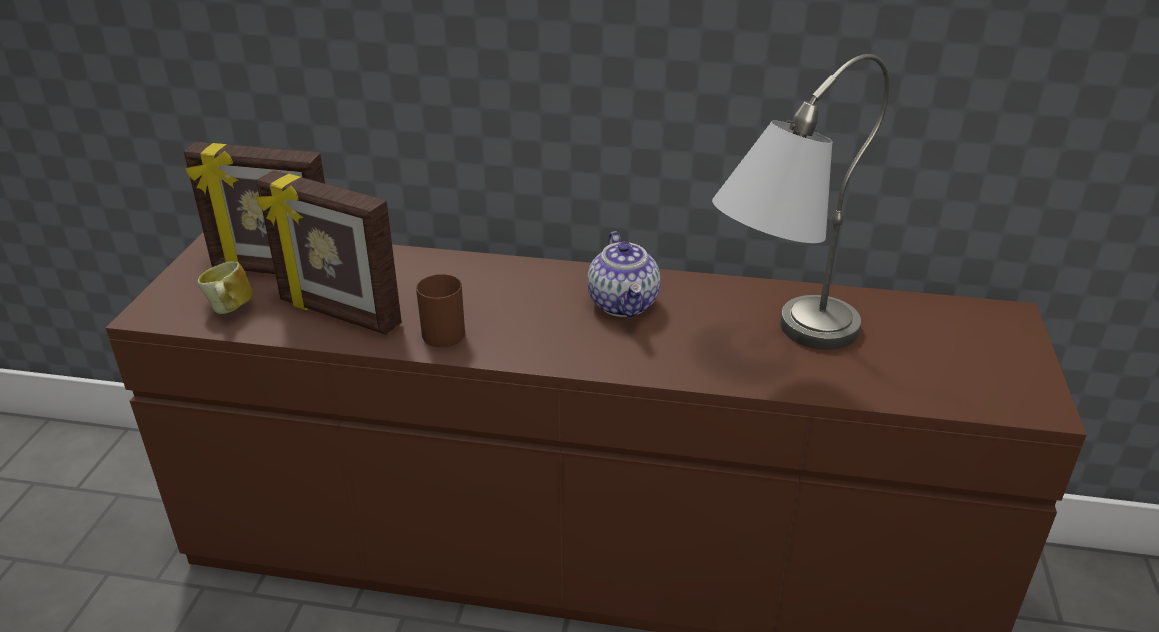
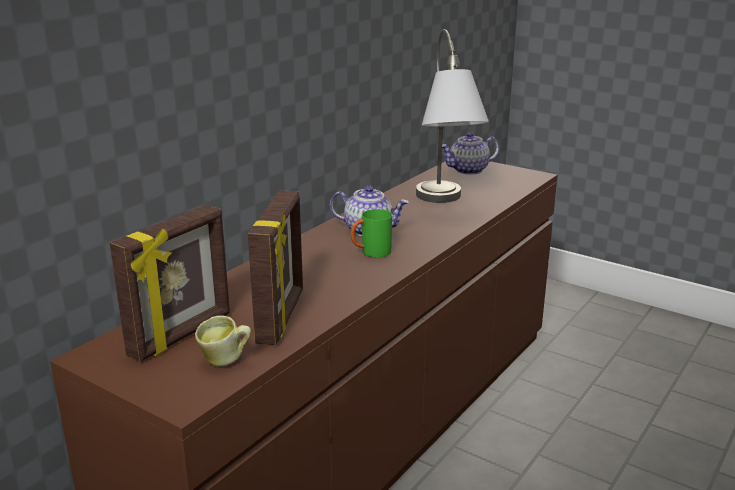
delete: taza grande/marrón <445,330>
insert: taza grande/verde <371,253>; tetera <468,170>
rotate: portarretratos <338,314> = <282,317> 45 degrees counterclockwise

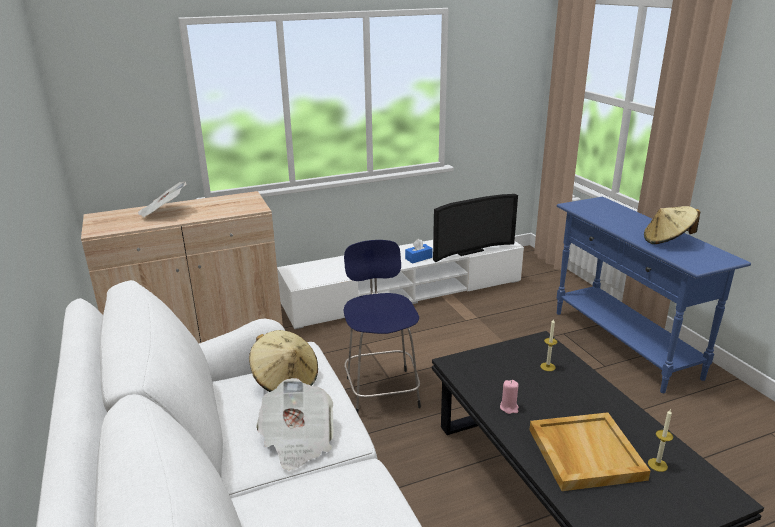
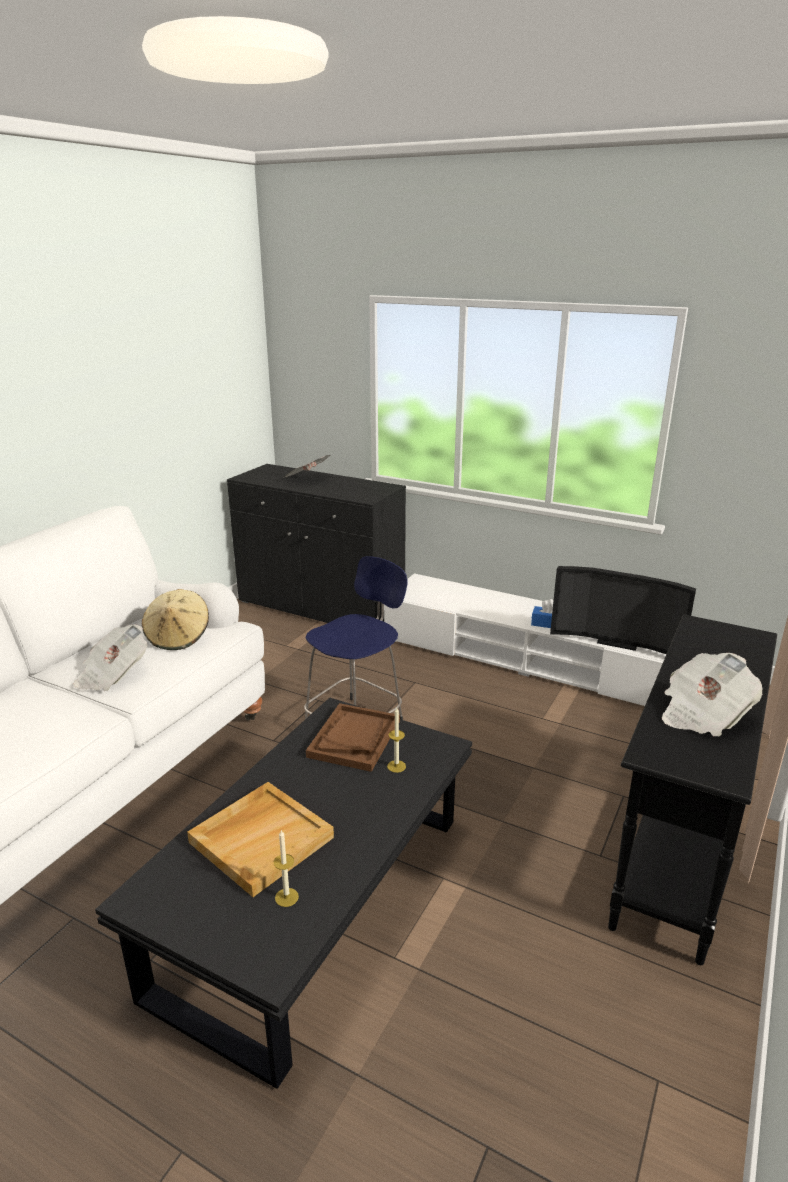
delete: vela/rosa <509,408>
insert: bandeja/marrón <354,738>
replace: sombrero/beis <667,240> to periódico <702,714>
recolor: armario/beis <198,335> to armario/negro <320,607>; mesa consola/azul <624,344> to mesa consola/negro <676,855>

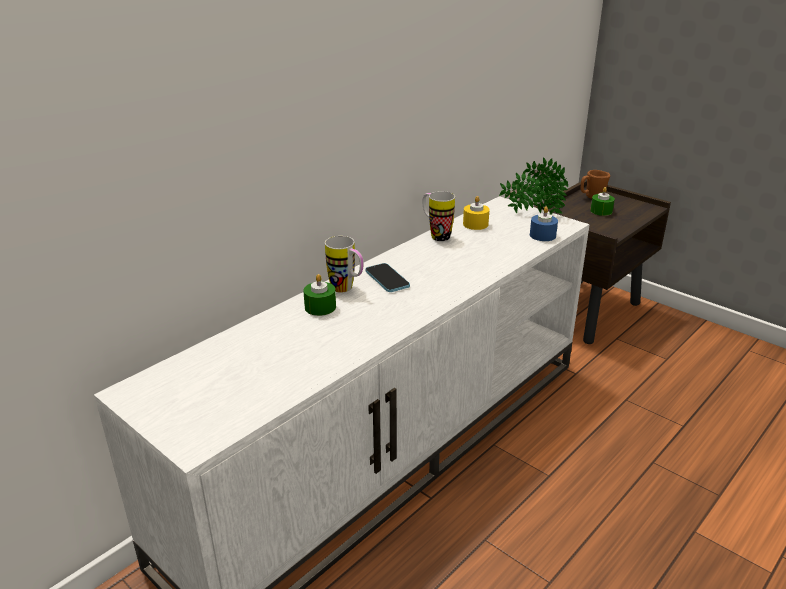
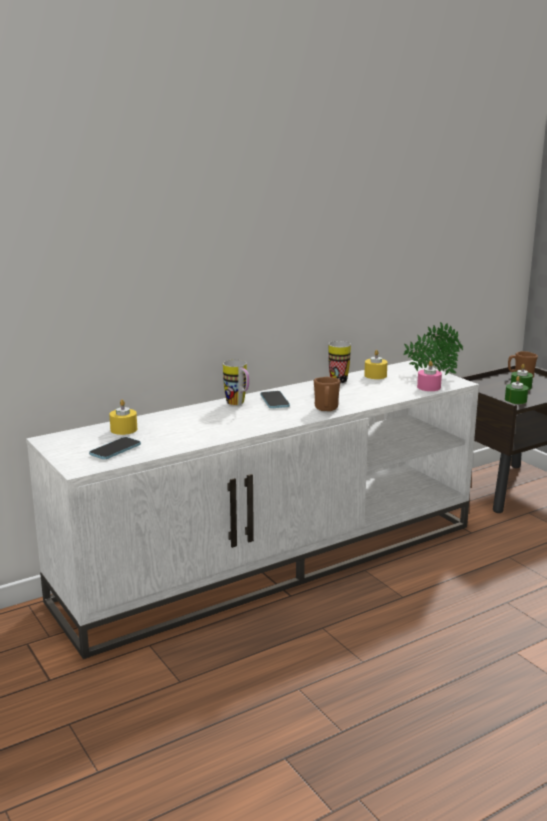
insert: móvil <115,450>; vela/amarillo <124,429>; taza grande/marrón <326,409>
move: vela/verde <320,307> to <515,400>
recolor: vela/azul <542,235> to vela/rosa <429,387>

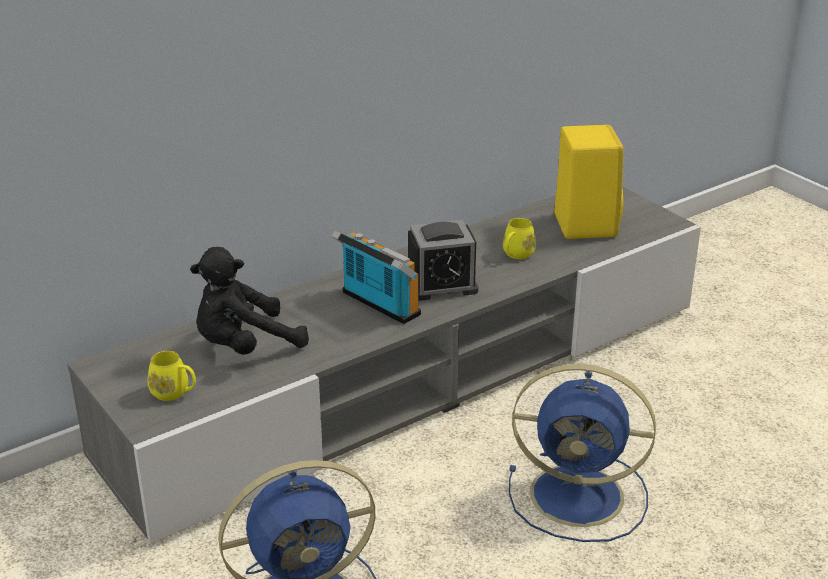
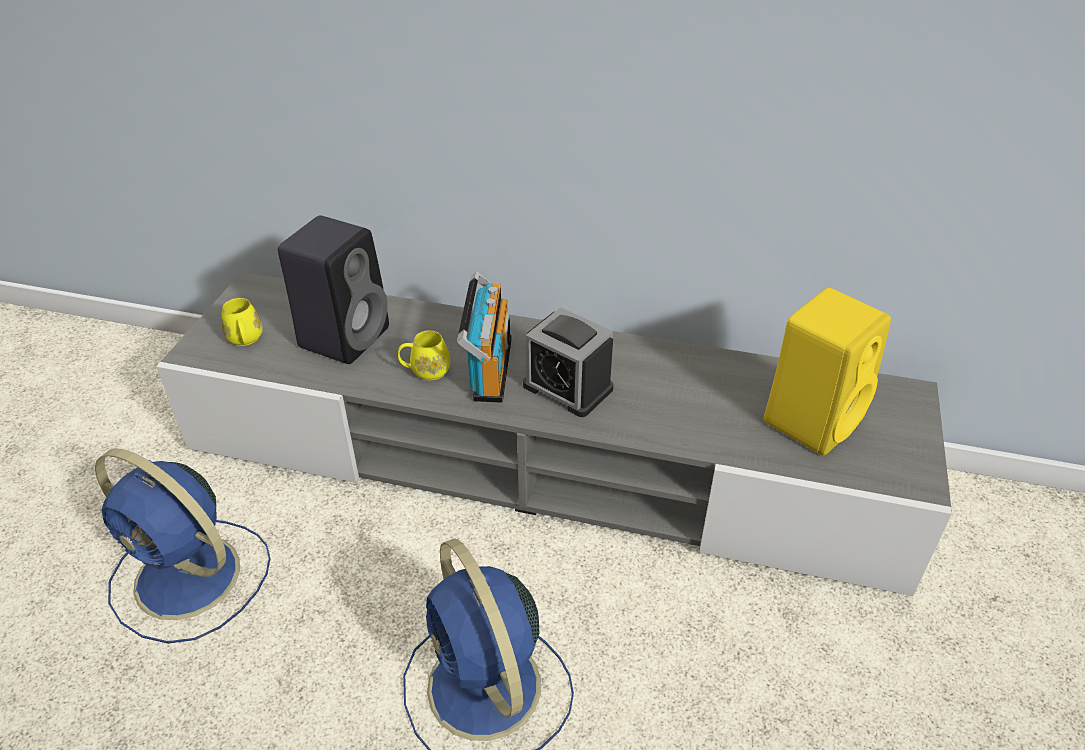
move: taza grande/amarillo <516,255> to <425,371>
replace: peluche/negro <245,346> to altavoz/negro <345,335>

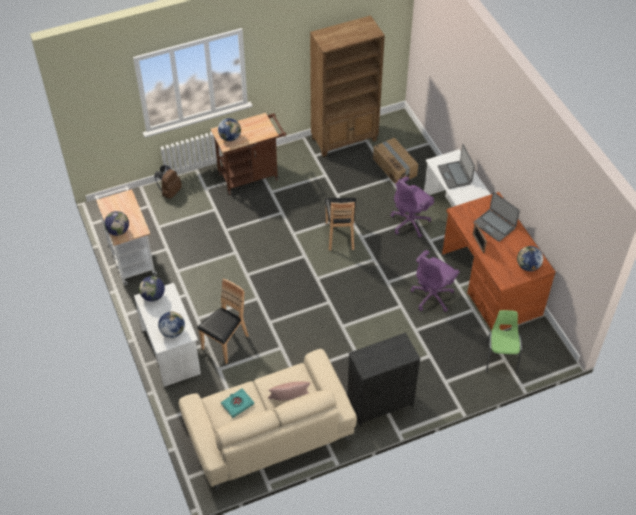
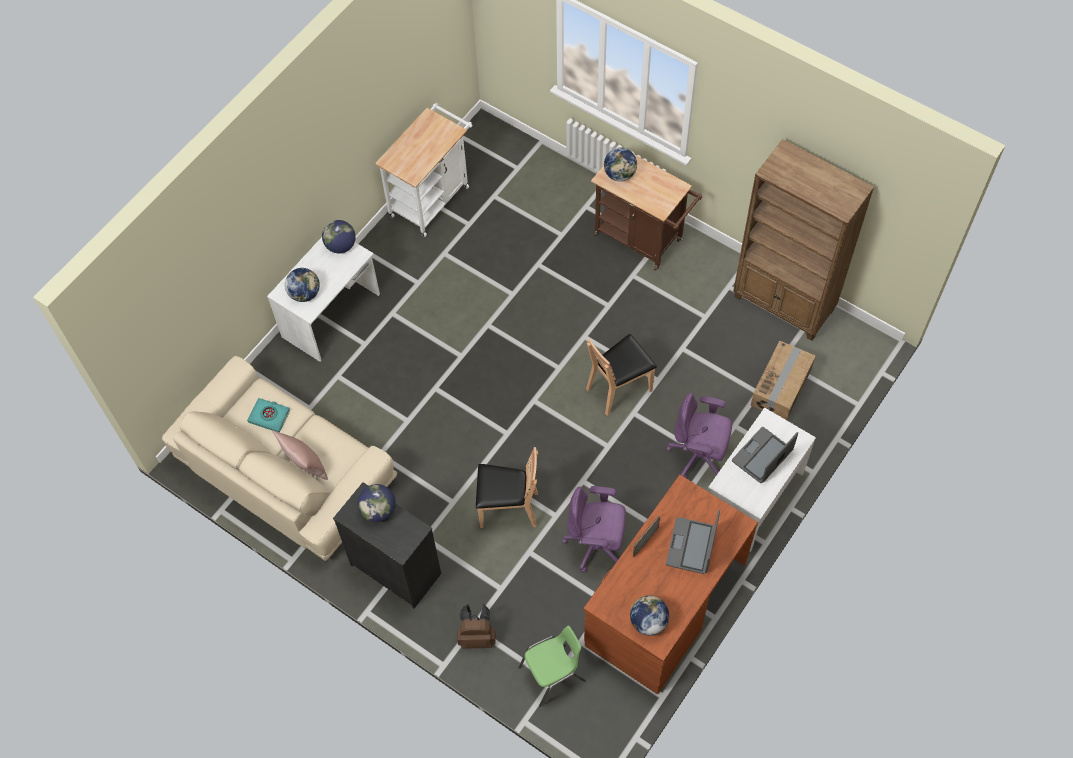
move: globo terráqueo <118,231> to <378,510>; mochila/marrón <170,192> to <477,636>; silla/marrón <225,343> to <508,508>

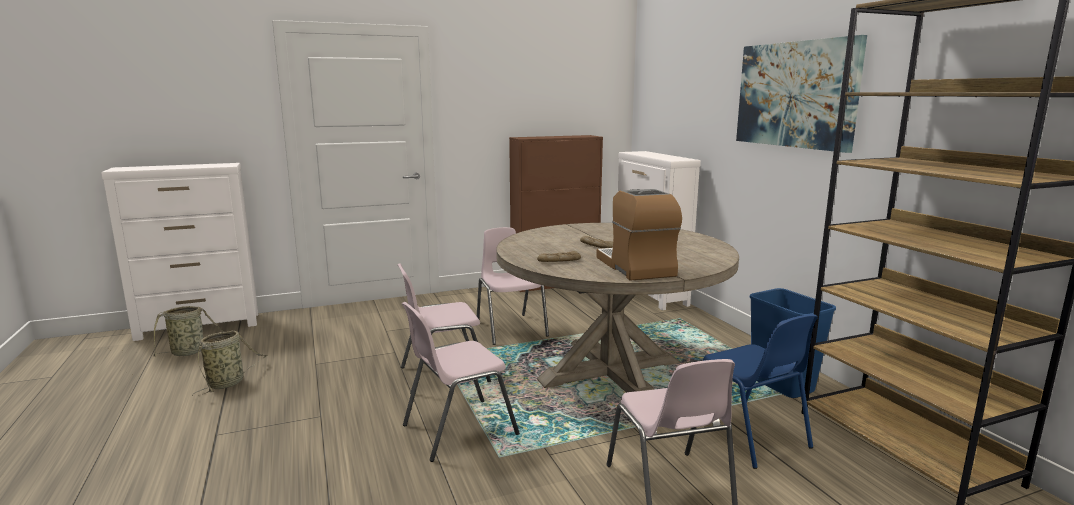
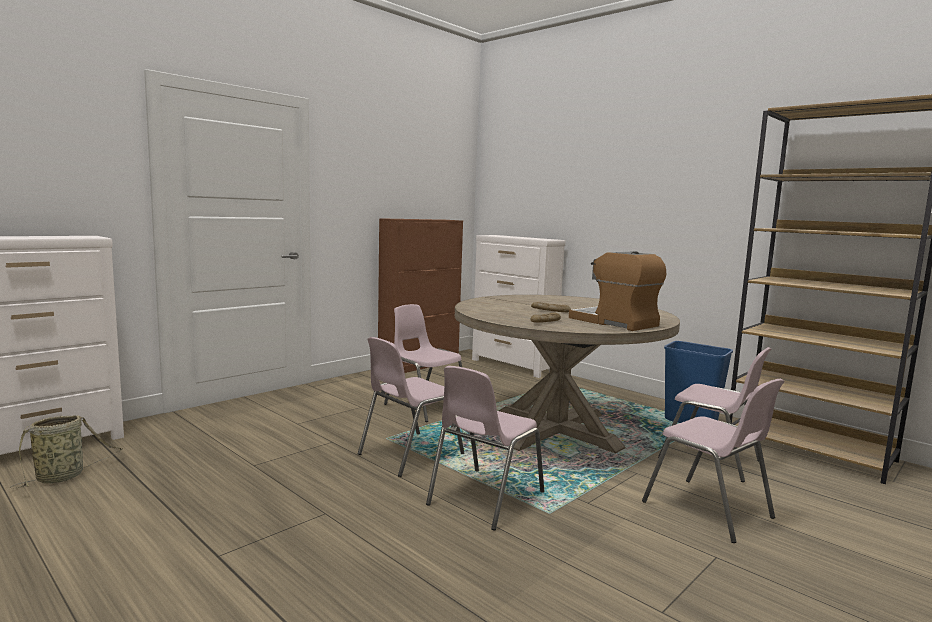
delete: cesta <228,383>; cuadro <795,94>
recolor: silla/azul <748,435> to silla/rosa <711,460>

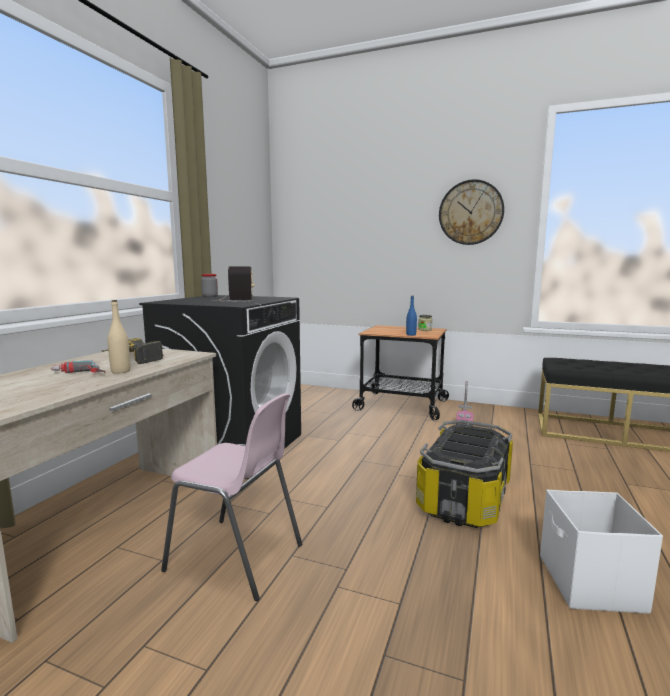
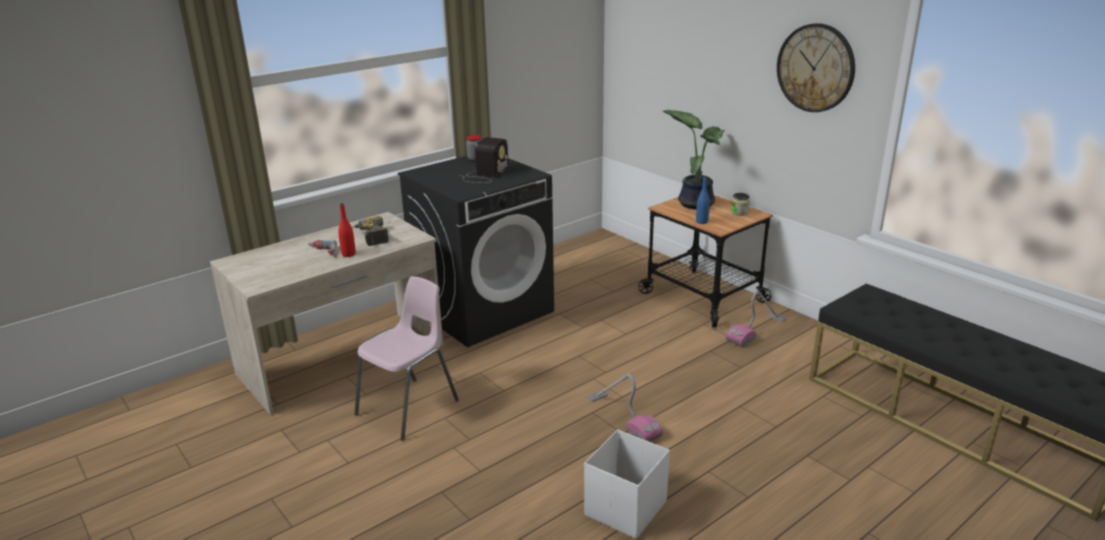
insert: planta en maceta <695,203>
replace: caja de almacenaje <464,498> to aspiradora <623,418>
recolor: botella/beis <120,371> to botella/rojo <348,254>
rotate: silla/rosa <236,558> = <409,408> 105 degrees counterclockwise

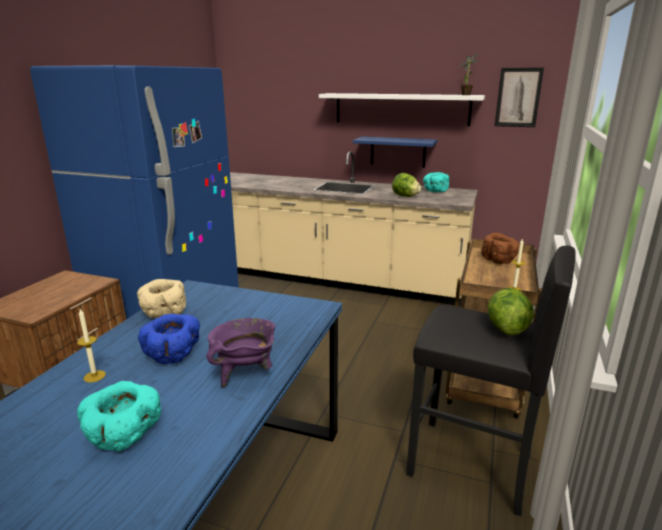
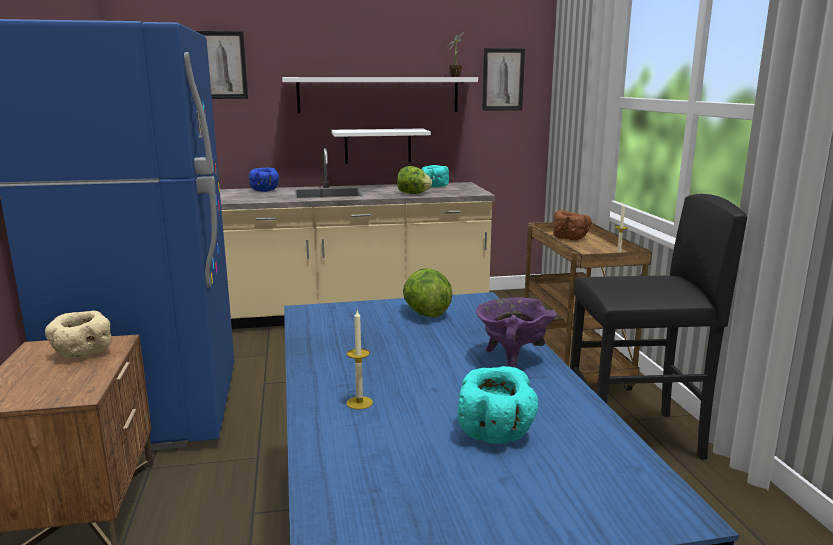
insert: cuadro <222,65>
move: cuenco/beis <164,314> to <82,354>; cuenco/azul <173,356> to <265,190>; lechuga <505,328> to <425,314>
recolor: estante/azul <398,152> to estante/blanco <378,146>

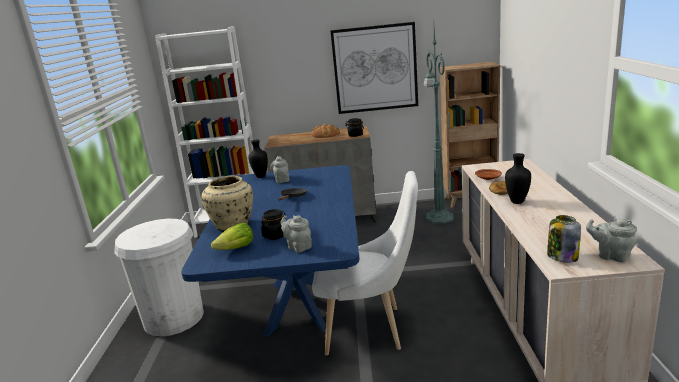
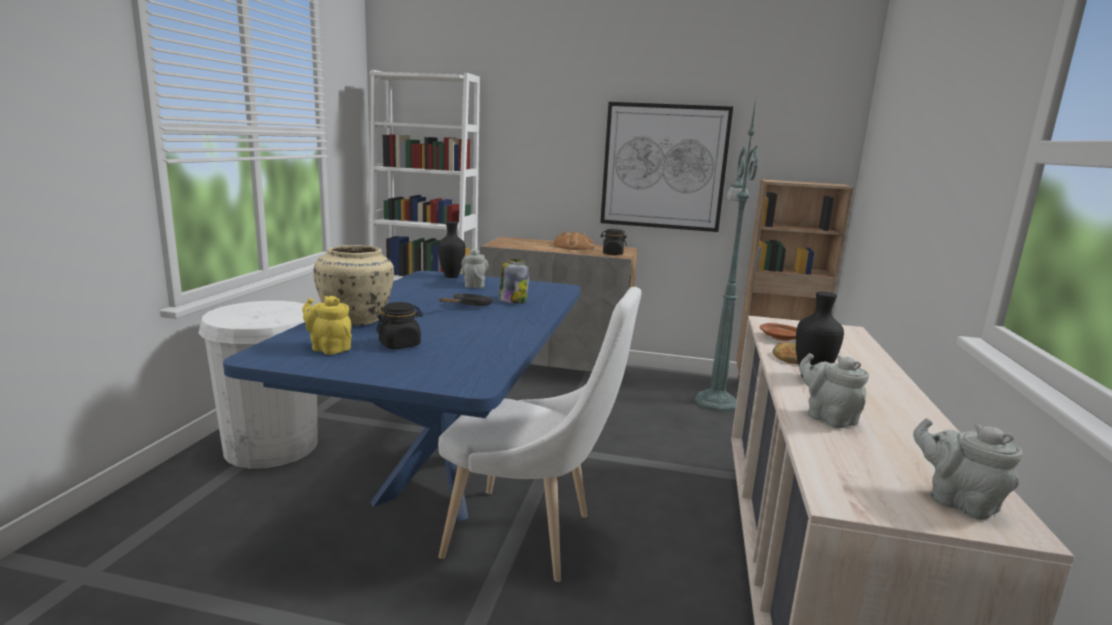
move: tetera/gris <298,247> to <828,417>; tarro <562,256> to <513,301>
replace: lechuga <236,249> to tetera/amarillo <328,348>

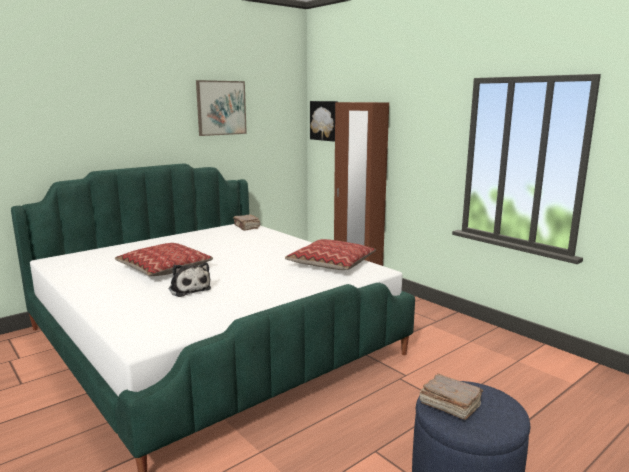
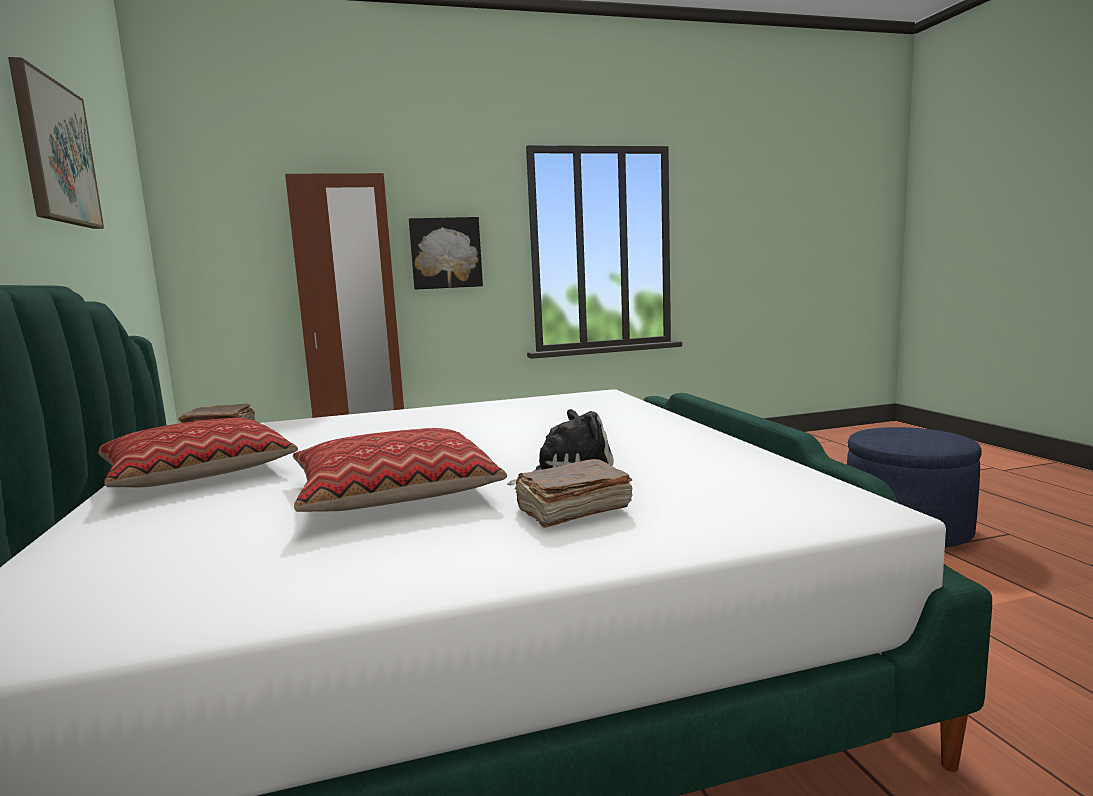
move: cojín <331,263> to <196,473>; cuadro <324,120> to <445,253>; libro/marrón <449,405> to <572,510>

